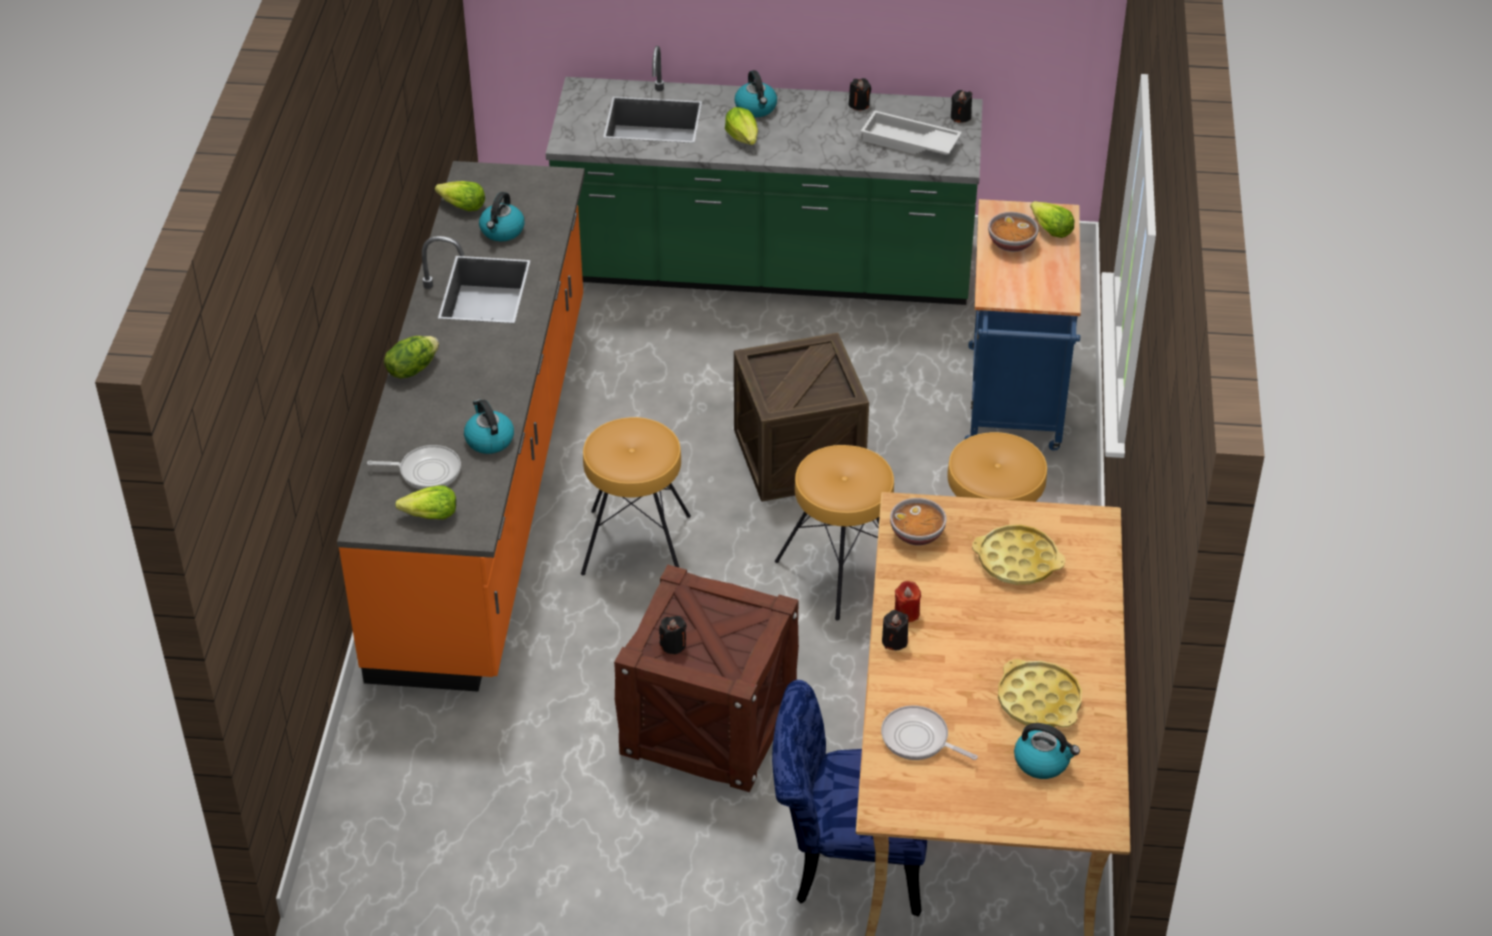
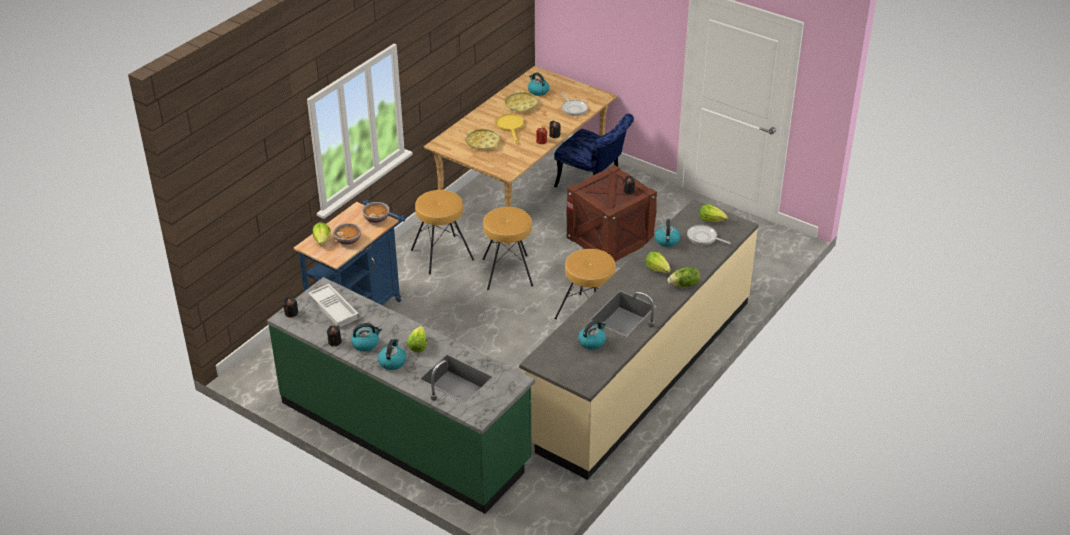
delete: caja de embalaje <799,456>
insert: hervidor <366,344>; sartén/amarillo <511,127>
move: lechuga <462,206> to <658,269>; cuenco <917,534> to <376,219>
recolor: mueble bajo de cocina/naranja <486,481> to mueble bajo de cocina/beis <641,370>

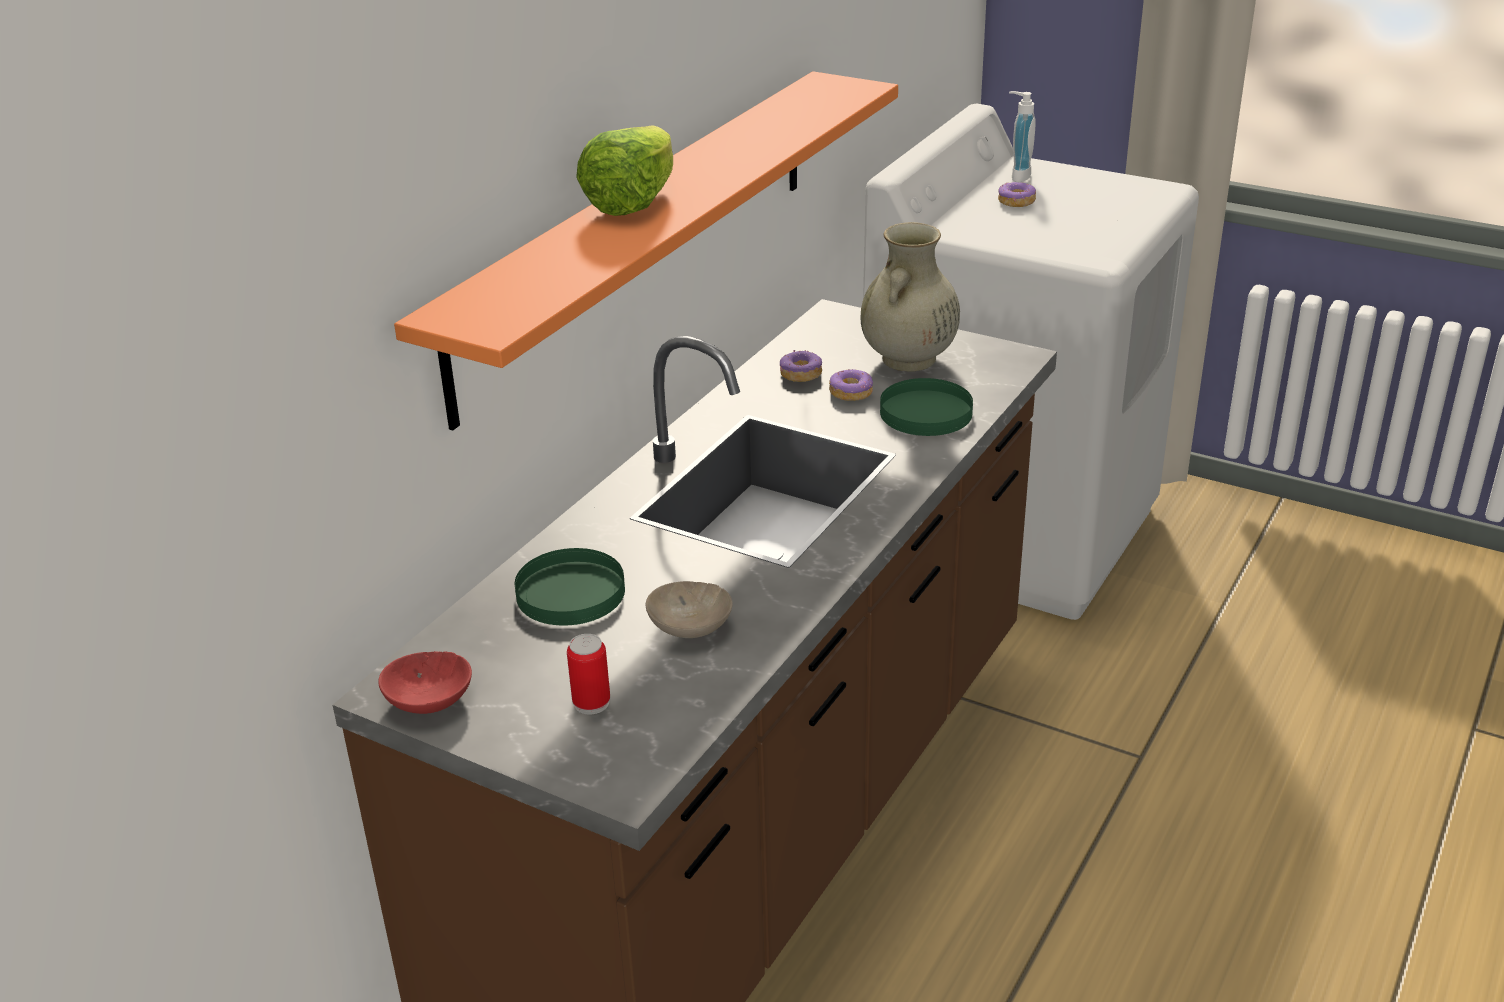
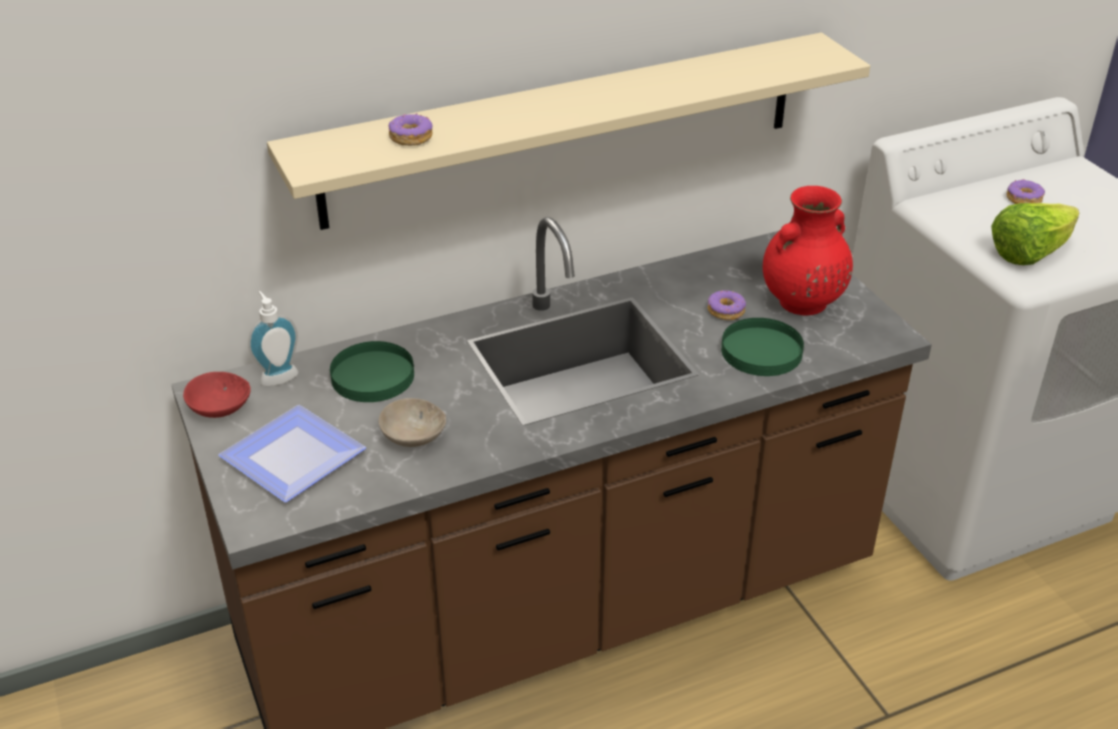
move: lechuga <633,202> to <1029,253>; rosquilla <800,374> to <410,137>; dispensador de jabón <1017,175> to <277,376>
replace: lata <591,702> to plato <298,457>
recolor: estante/naranja <641,234> to estante/beis <564,129>; florero/beis <908,360> to florero/rojo <801,302>

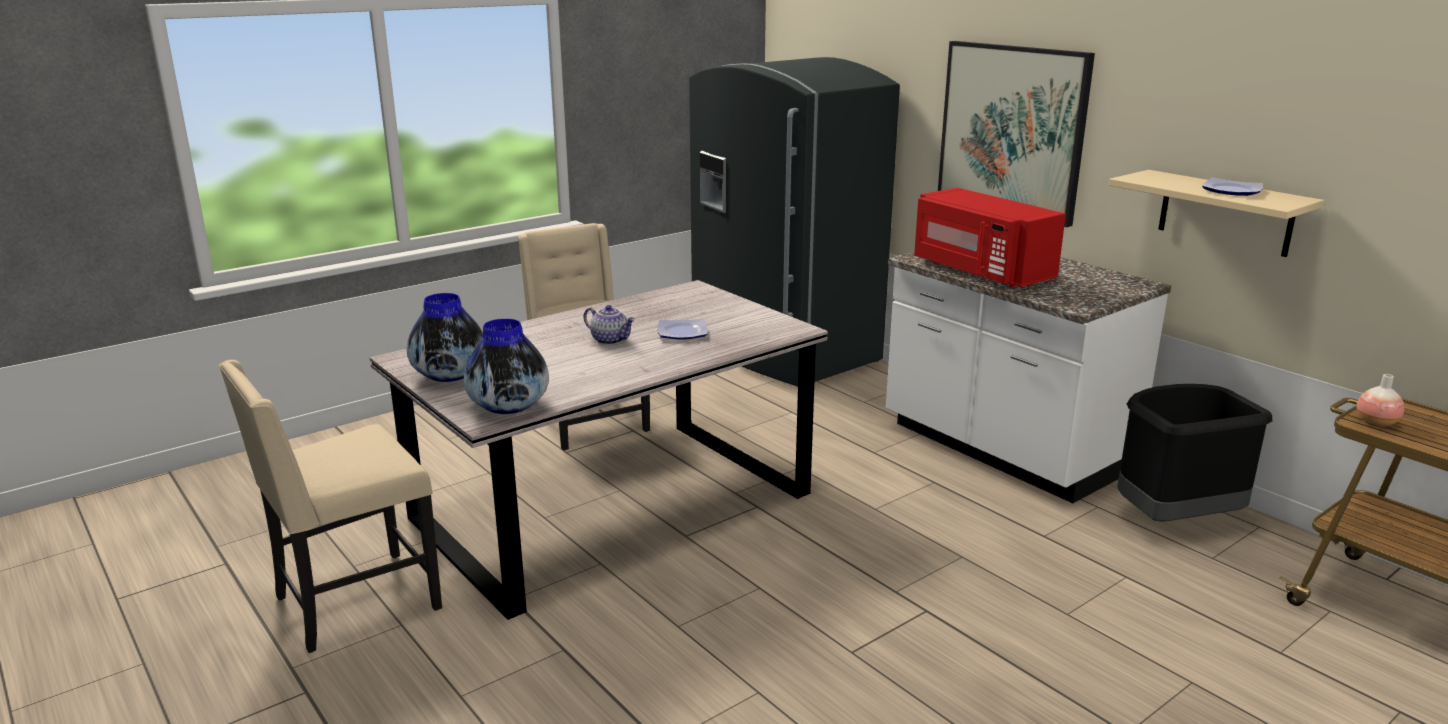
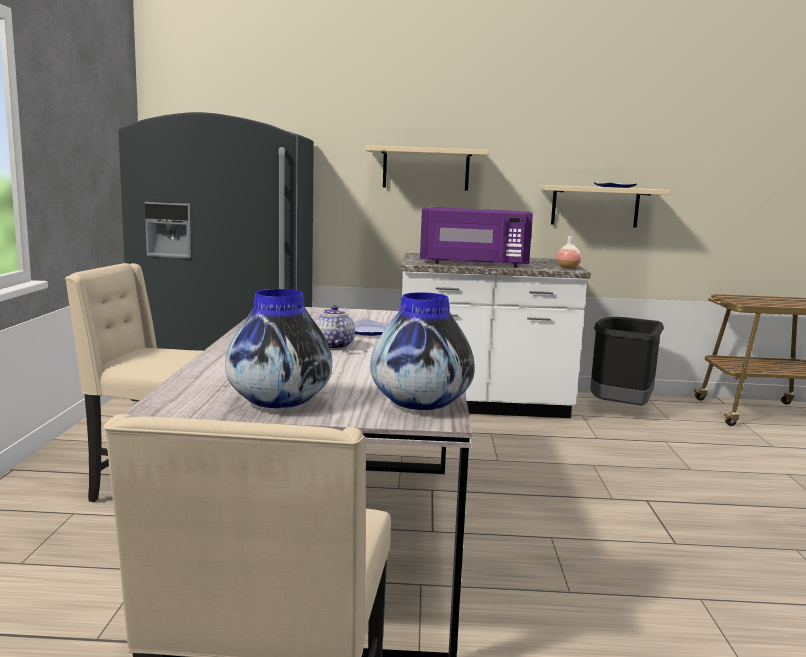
move: florero <1376,423> to <568,268>
replace: cuadro <1012,130> to estante/beis <426,169>
recolor: microondas/rojo <979,271> to microondas/morado <474,264>
rotate: tetera <611,340> = <332,346> 90 degrees counterclockwise

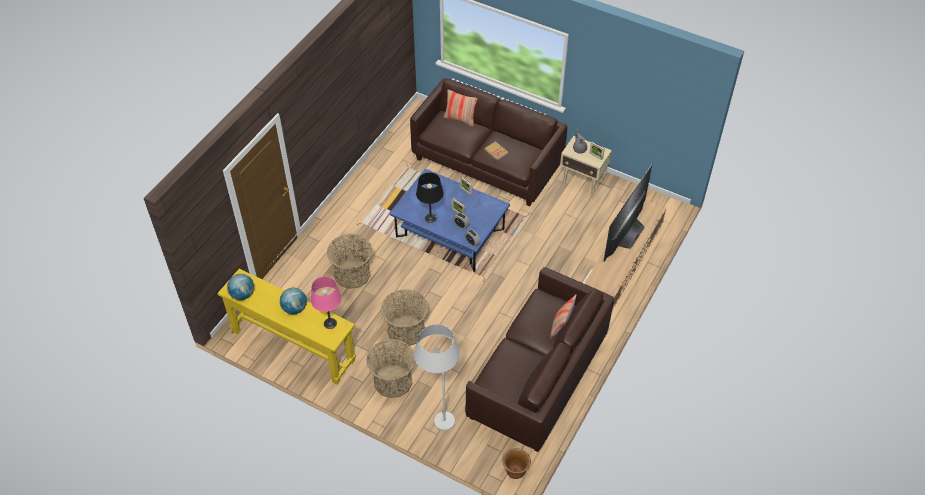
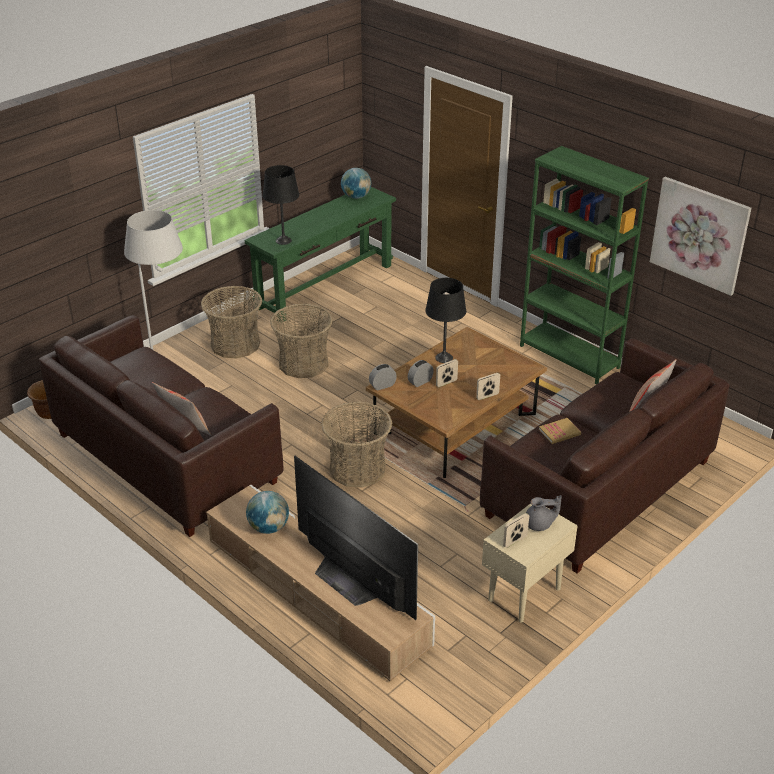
insert: estantería/verde <569,356>; cuadro <699,235>
move: globo terráqueo <295,308> to <268,528>; cesta <352,274> to <357,468>
recolor: mesa consola/amarillo <293,345> to mesa consola/verde <325,286>; lámpara de mesa/rosa <330,323> to lámpara de mesa/negro <283,240>; mesa de centro/azul <450,233> to mesa de centro/marrón <455,424>

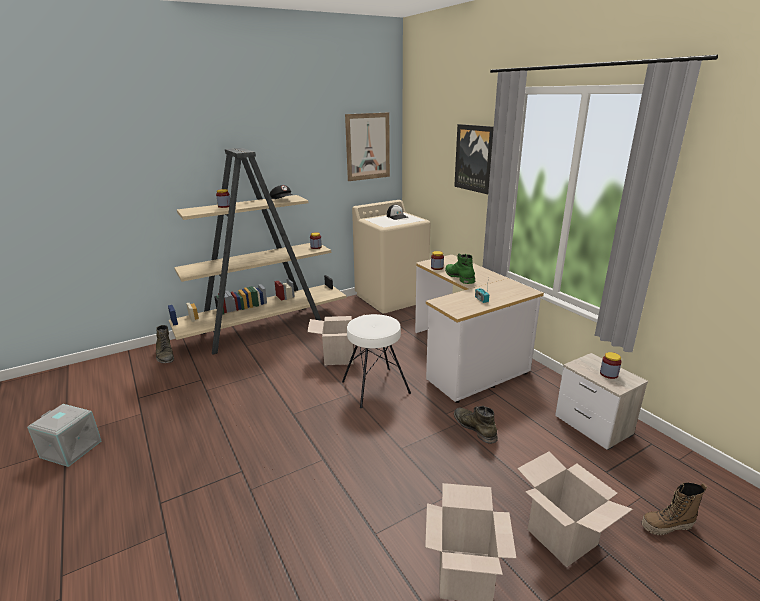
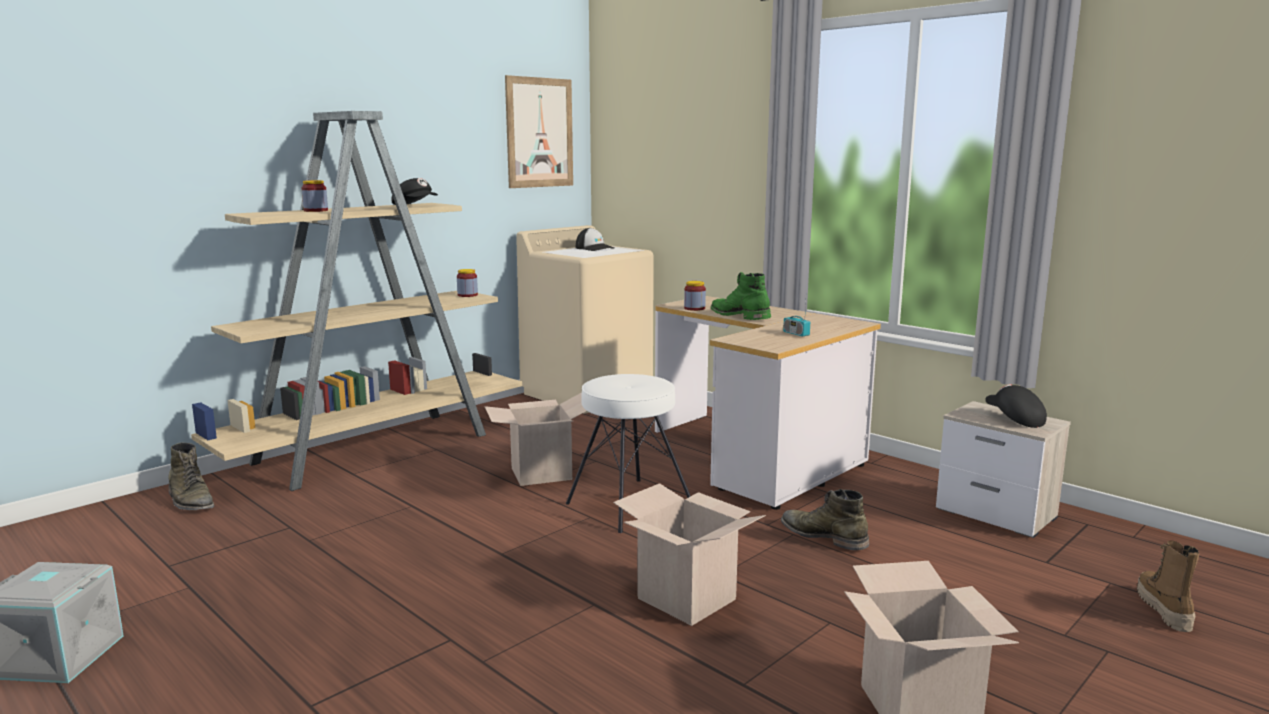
delete: cuadro <474,158>
move: caja de cartón <562,537> to <686,599>
replace: tarro <608,374> to gorra/negro <1013,419>
rotate: bota <667,526> = <1163,609> 120 degrees clockwise

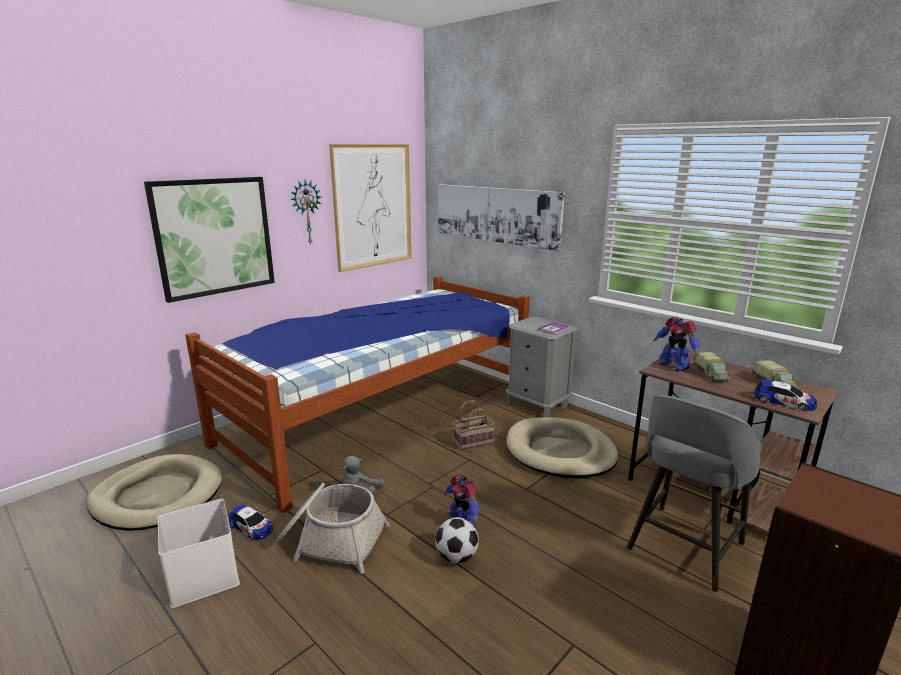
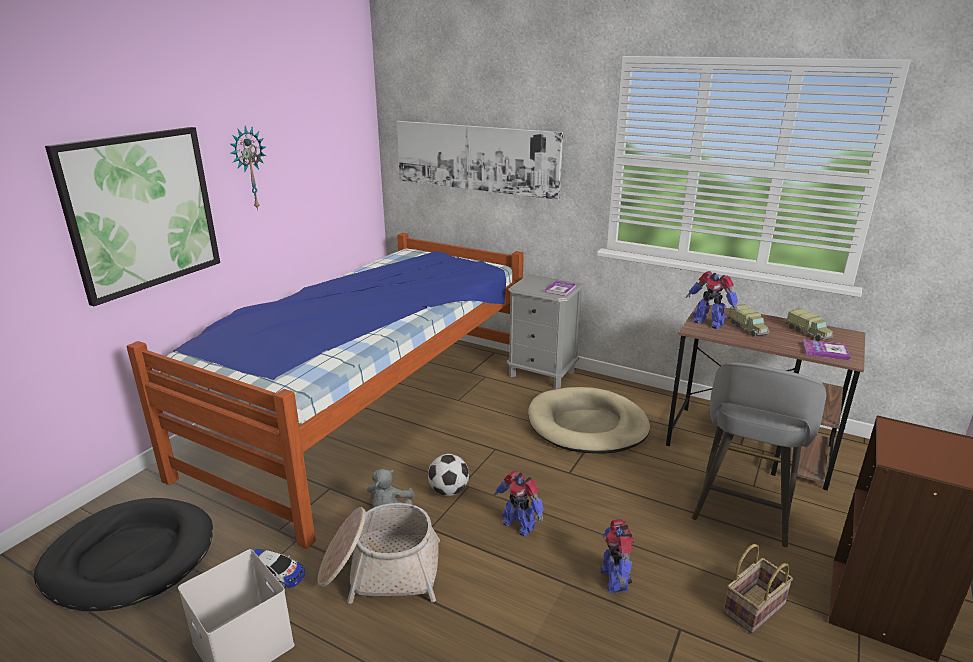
delete: cuadro <373,206>
insert: robot de juguete <615,579>
move: balón de fútbol <456,557> to <449,491>; cesta <474,441> to <753,607>
replace: coche de juguete <783,401> to libro <825,351>
recolor: cama para perro/beis <158,496> to cama para perro/negro <130,557>

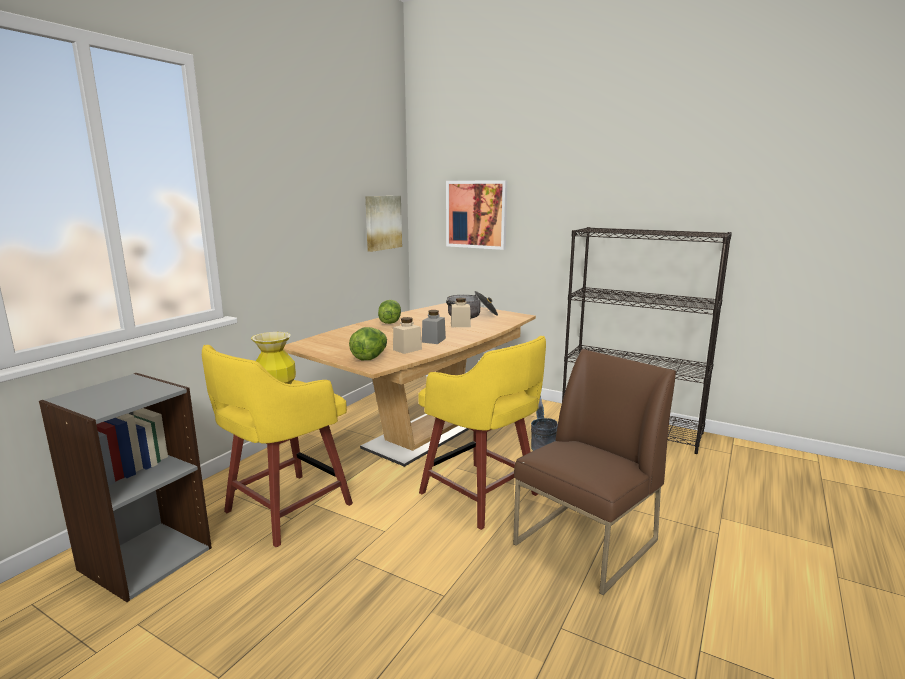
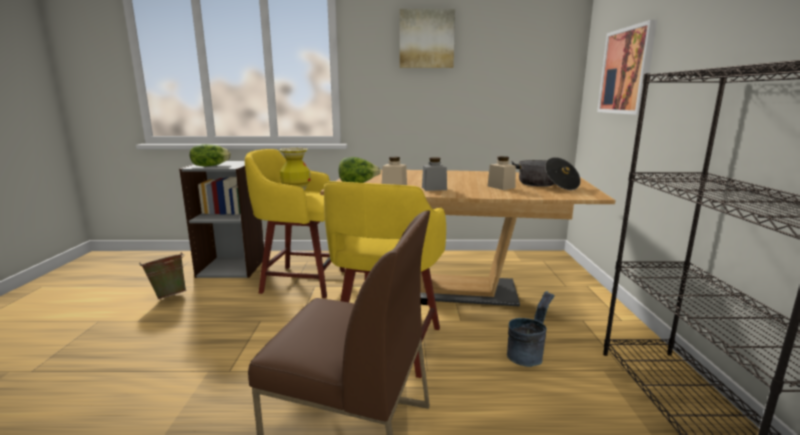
insert: cubo/verde <169,296>
move: cuadro <382,222> to <426,39>; lechuga <389,322> to <210,166>

